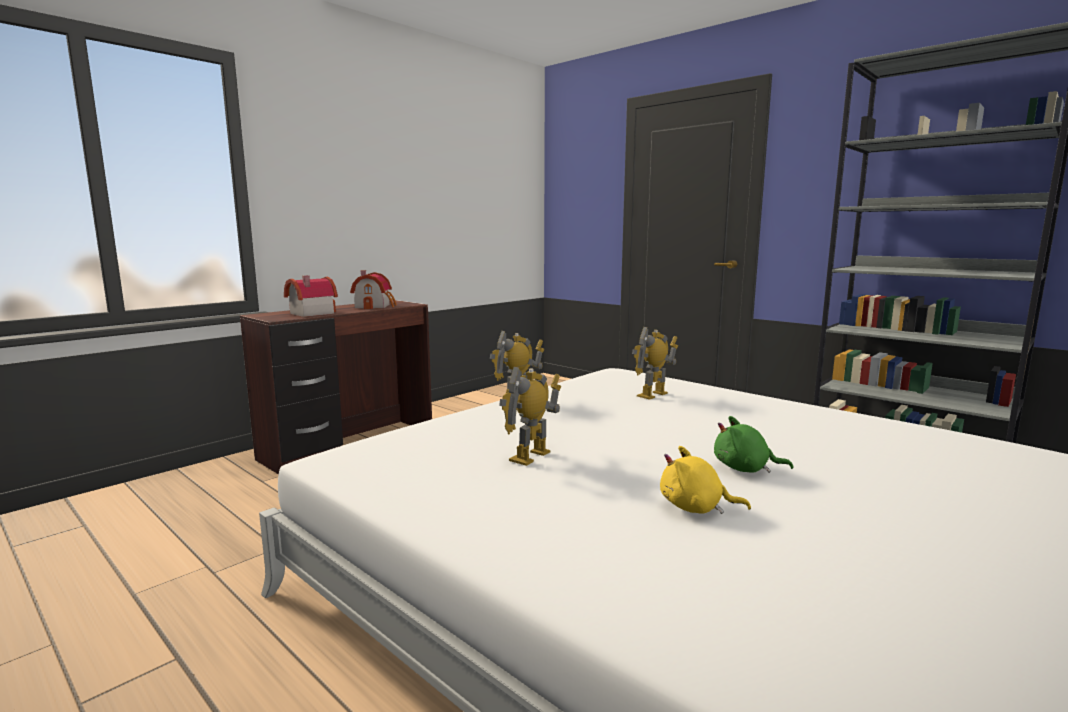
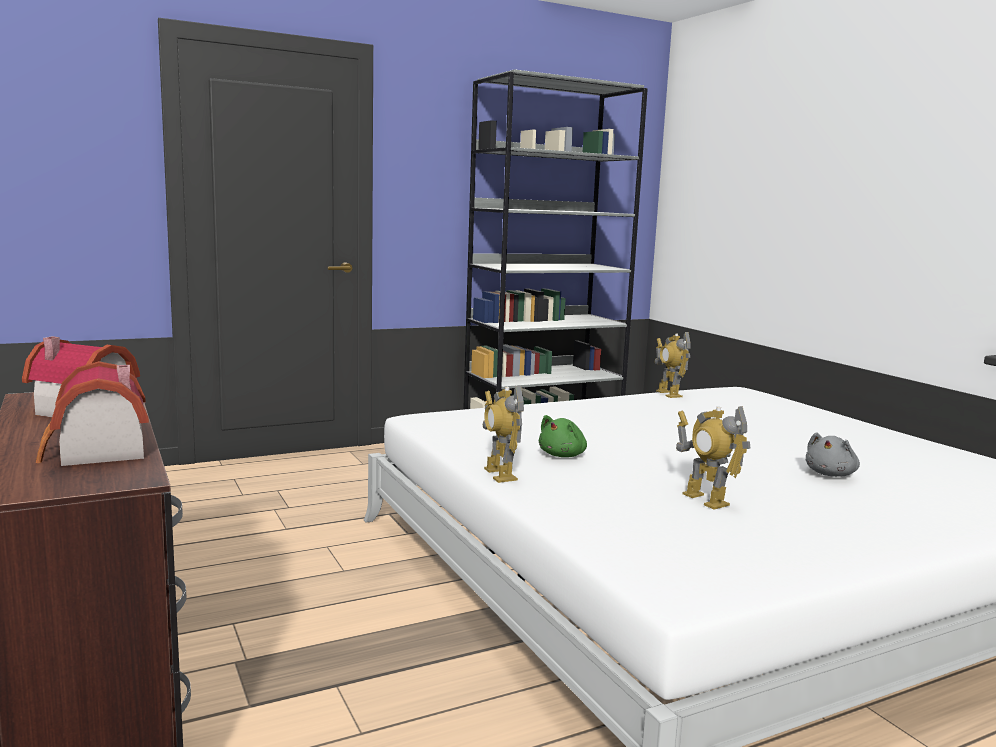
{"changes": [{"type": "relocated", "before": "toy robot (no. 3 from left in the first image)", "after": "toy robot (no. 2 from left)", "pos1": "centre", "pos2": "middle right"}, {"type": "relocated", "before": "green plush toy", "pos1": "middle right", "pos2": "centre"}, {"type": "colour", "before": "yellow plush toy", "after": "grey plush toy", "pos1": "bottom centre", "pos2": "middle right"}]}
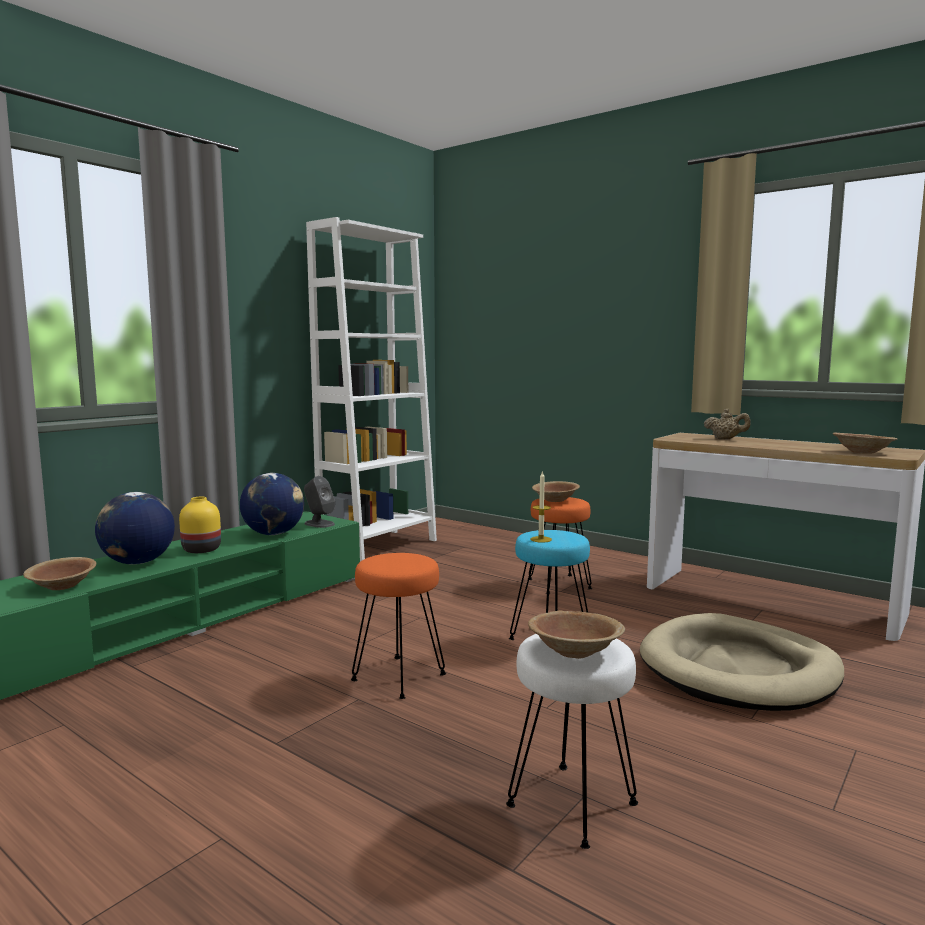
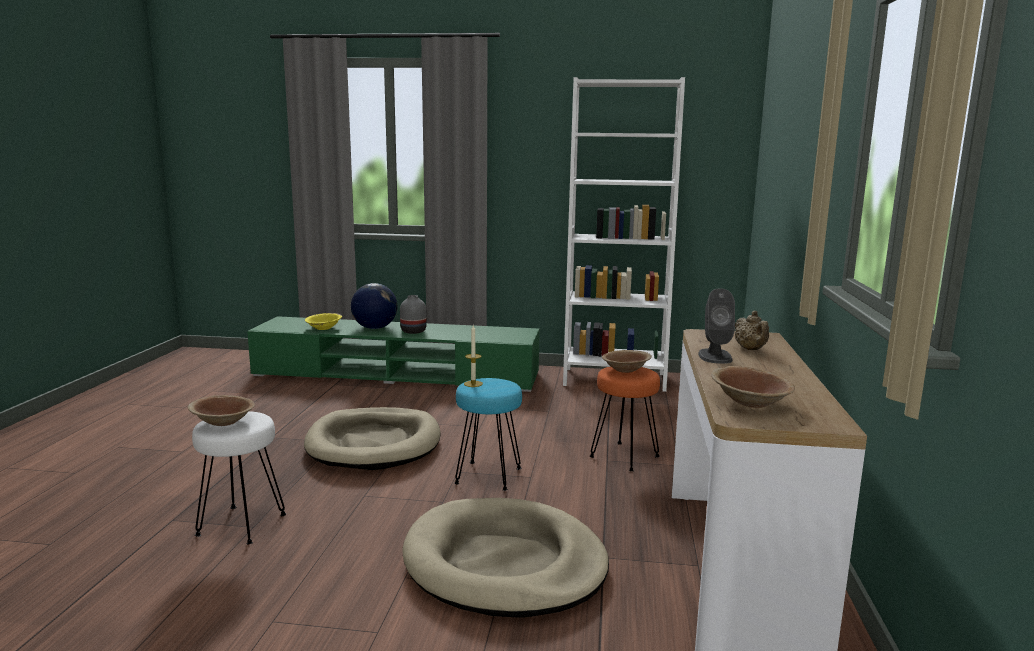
{"changes": [{"type": "missing", "before": "globe (no. 2 from left)", "pos1": "middle left"}, {"type": "relocated", "before": "grey speaker", "pos1": "centre", "pos2": "middle right"}, {"type": "exchanged", "before": "orange stool (no. 1 from left)", "after": "beige dog bed (no. 1 from left)", "pos1": "bottom centre", "pos2": "bottom centre"}, {"type": "colour", "before": "brown bowl (no. 1 from left)", "after": "yellow bowl", "pos1": "middle left", "pos2": "middle left"}, {"type": "colour", "before": "yellow vase", "after": "grey vase", "pos1": "middle left", "pos2": "centre"}]}
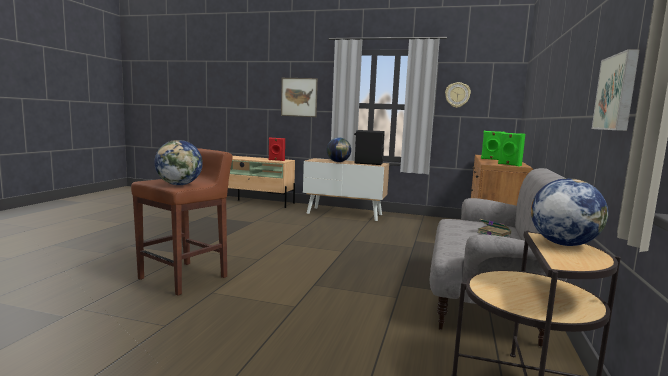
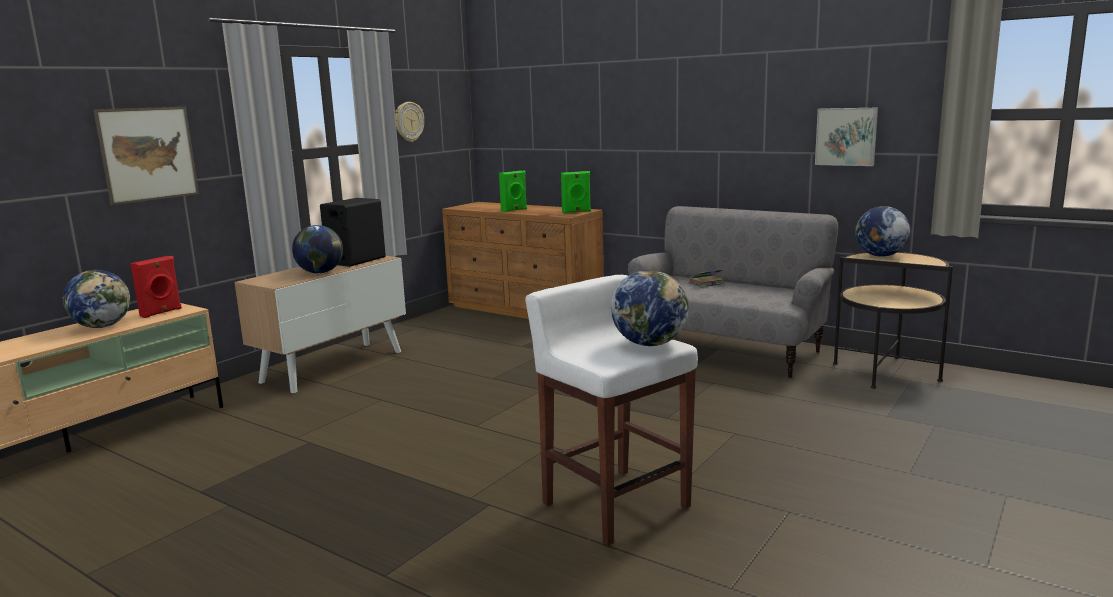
{"changes": [{"type": "appeared", "after": "globe (no. 1 from left)", "pos2": "middle left"}, {"type": "colour", "before": "brown stool", "after": "white stool", "pos1": "middle left", "pos2": "bottom centre"}]}
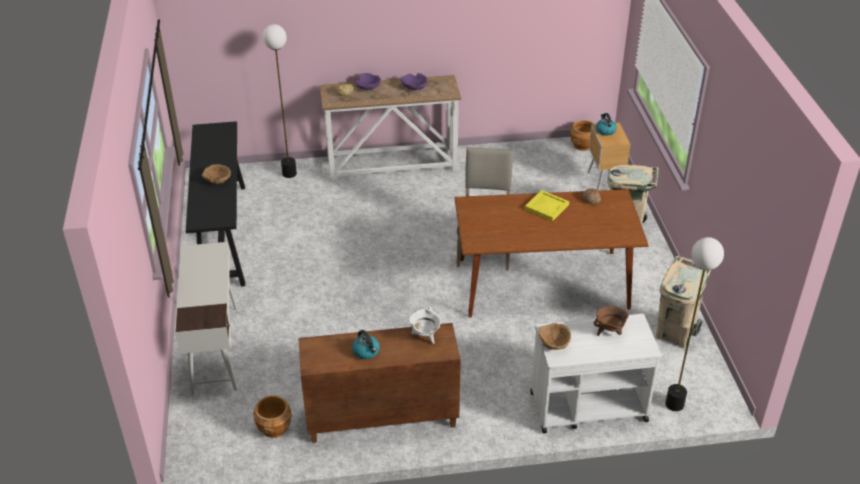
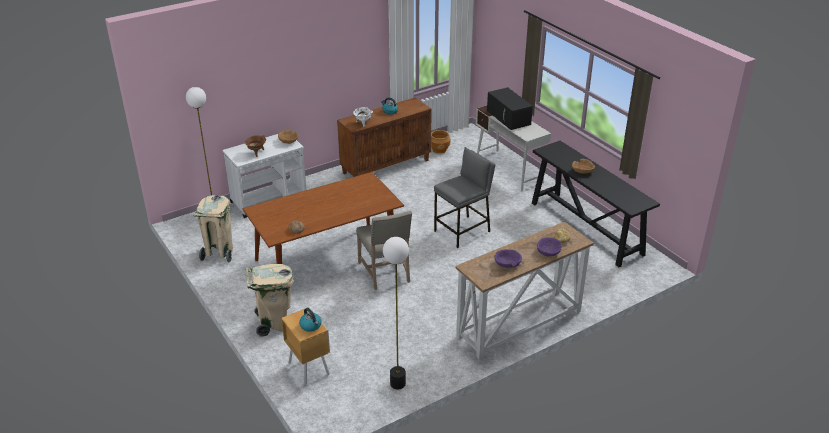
{"changes": [{"type": "missing", "before": "yellow tray", "pos1": "centre"}, {"type": "missing", "before": "brown planter (no. 2 from left)", "pos1": "top right"}, {"type": "appeared", "after": "grey stool", "pos2": "centre"}, {"type": "appeared", "after": "black microwave", "pos2": "top centre"}, {"type": "relocated", "before": "floor lamp (no. 1 from left in the first image)", "after": "floor lamp (no. 2 from left)", "pos1": "top left", "pos2": "bottom centre"}]}
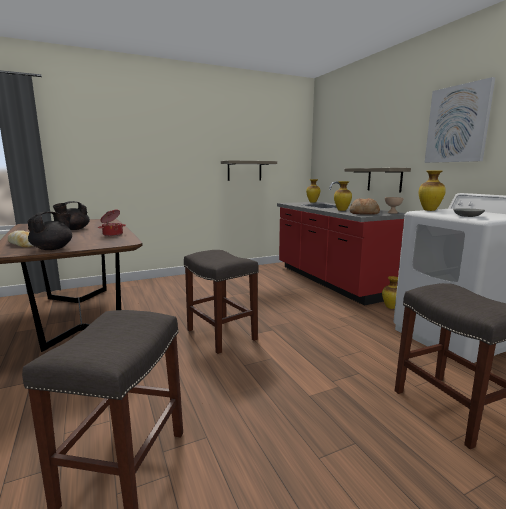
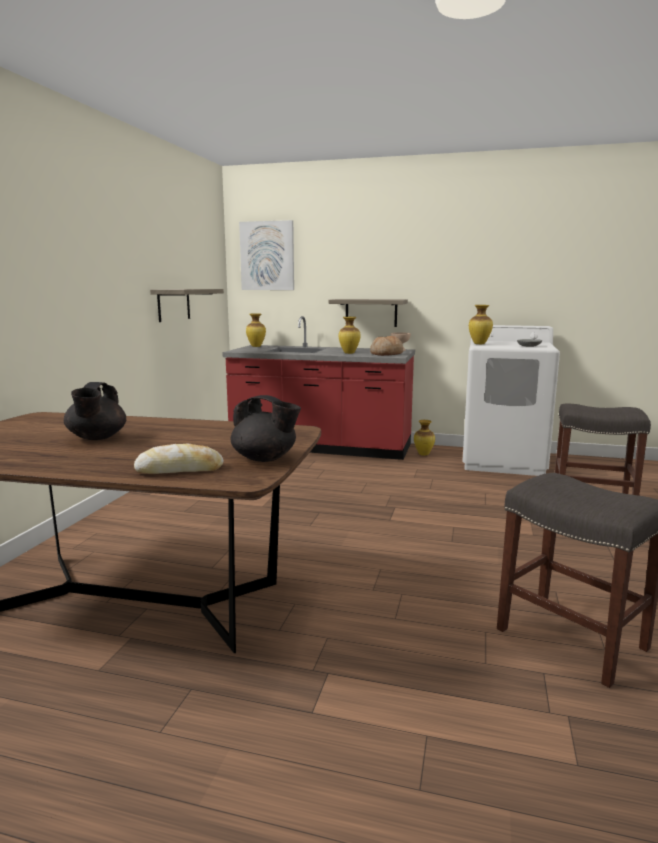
{"changes": [{"type": "missing", "before": "cooking pot", "pos1": "middle left"}, {"type": "missing", "before": "grey stool (no. 2 from left)", "pos1": "centre"}, {"type": "relocated", "before": "picture", "pos1": "top right", "pos2": "top centre"}, {"type": "spun", "before": "black teapot (no. 1 from left in the first image)", "pos1": "middle left", "pos2": "centre", "turn": 135}]}
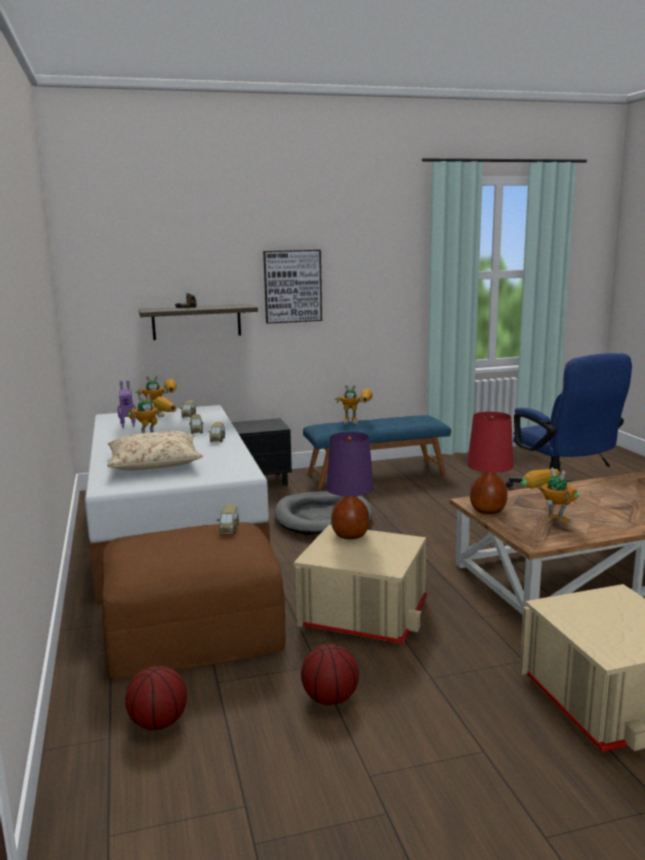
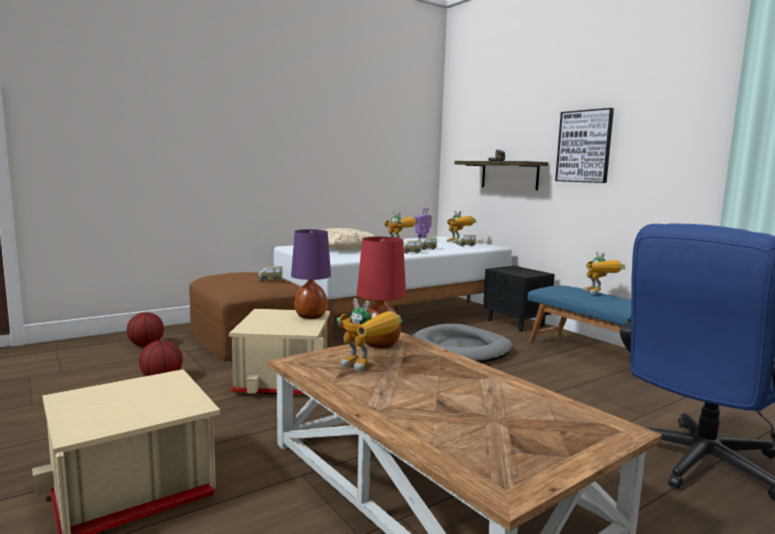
{"changes": [{"type": "spun", "before": "toy robot (no. 5 from left in the first image)", "pos1": "middle right", "pos2": "centre", "turn": 90}]}
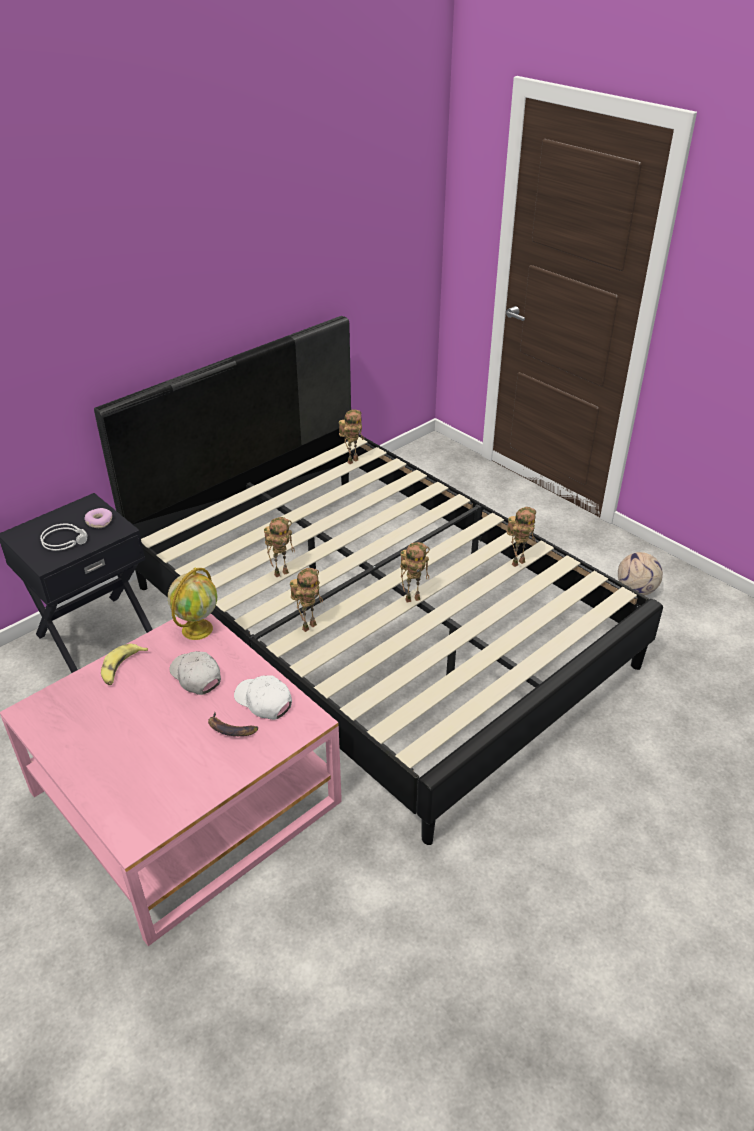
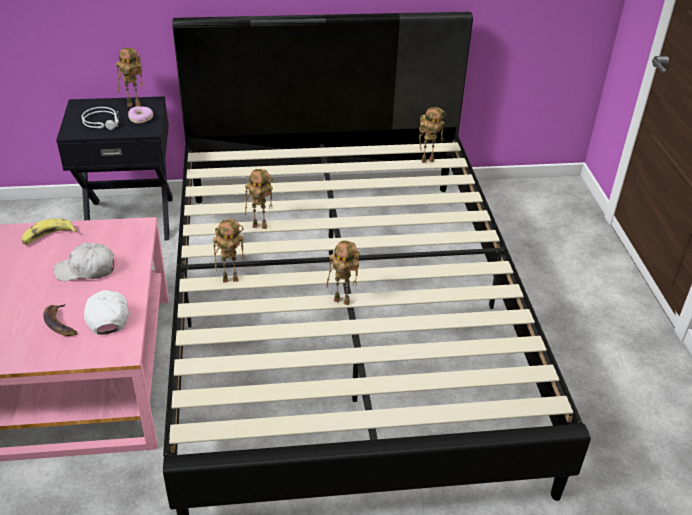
{"changes": [{"type": "missing", "before": "globe", "pos1": "middle left"}, {"type": "missing", "before": "football", "pos1": "middle right"}, {"type": "relocated", "before": "toy robot (no. 5 from left in the first image)", "after": "toy robot (no. 1 from left)", "pos1": "middle right", "pos2": "top left"}, {"type": "spun", "before": "white cap (no. 1 from left)", "pos1": "middle left", "pos2": "middle left", "turn": -90}]}
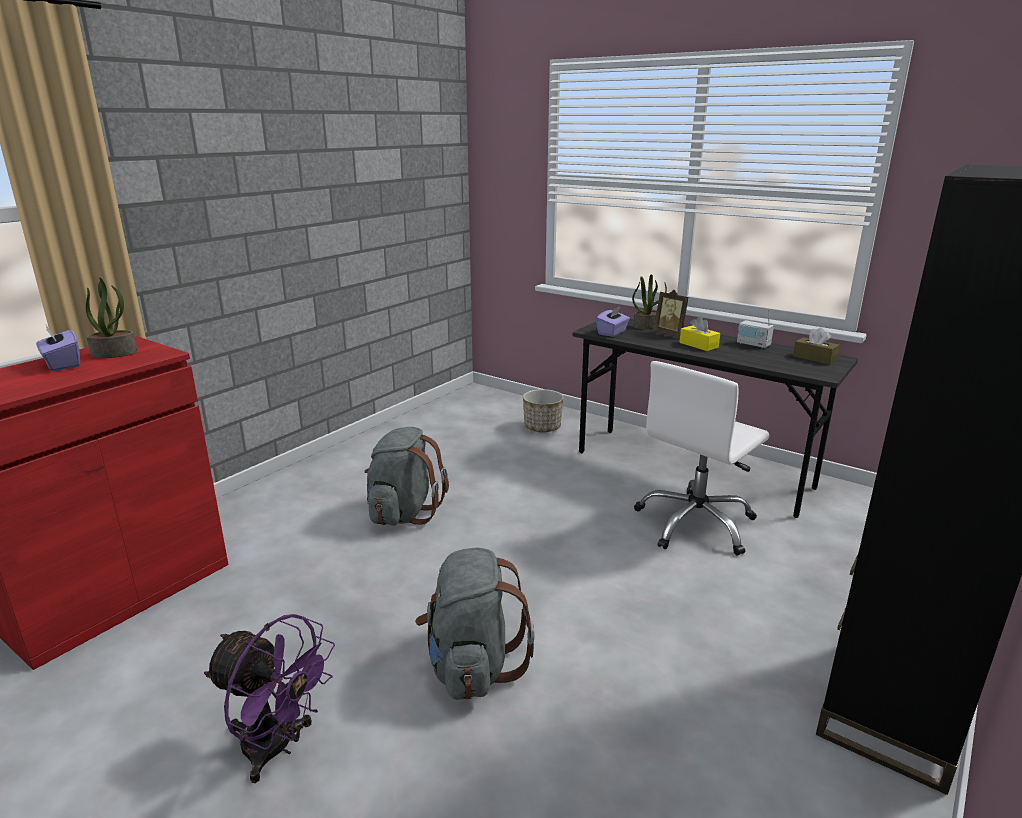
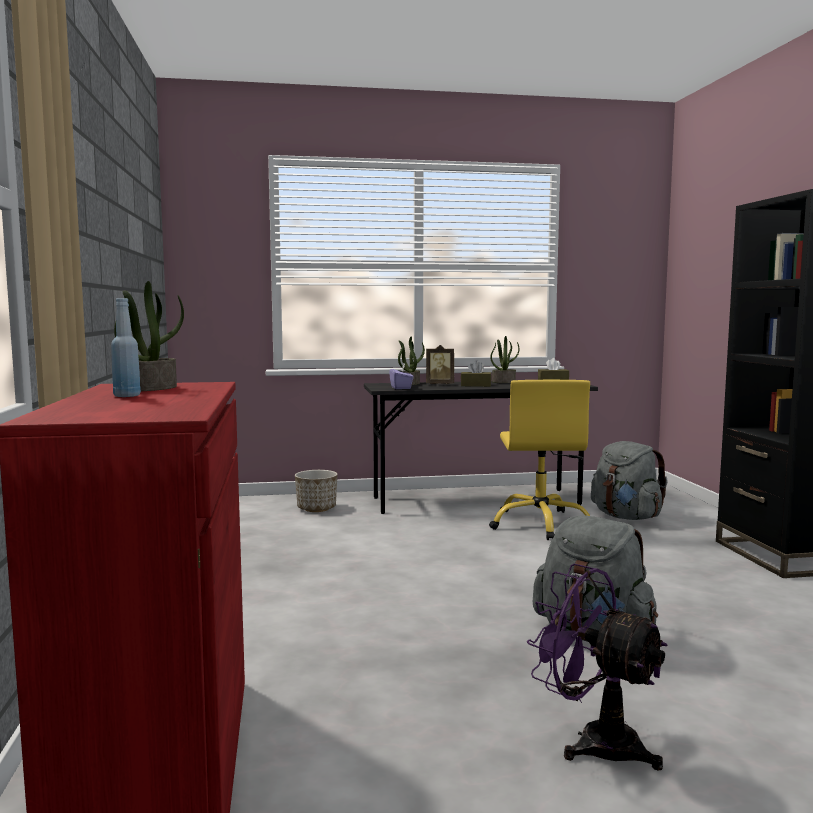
{"changes": [{"type": "relocated", "before": "grey backpack (no. 1 from left in the first image)", "after": "grey backpack (no. 2 from left)", "pos1": "centre", "pos2": "middle right"}, {"type": "exchanged", "before": "purple tissue box (no. 1 from left)", "after": "blue bottle", "pos1": "middle left", "pos2": "middle left"}, {"type": "exchanged", "before": "radio", "after": "potted plant (no. 3 from left)", "pos1": "middle right", "pos2": "centre"}, {"type": "colour", "before": "white office chair", "after": "yellow office chair", "pos1": "middle right", "pos2": "centre"}, {"type": "colour", "before": "yellow tissue box", "after": "brown tissue box (no. 1 from left)", "pos1": "middle right", "pos2": "centre"}, {"type": "spun", "before": "purple fan", "pos1": "bottom left", "pos2": "bottom right", "turn": -120}]}
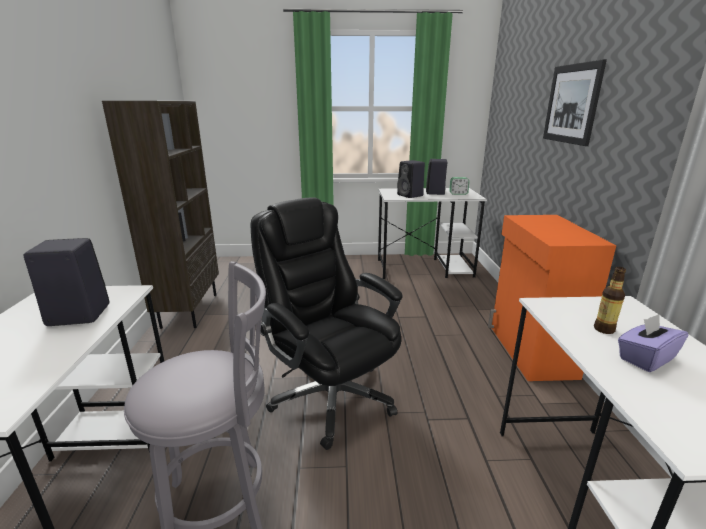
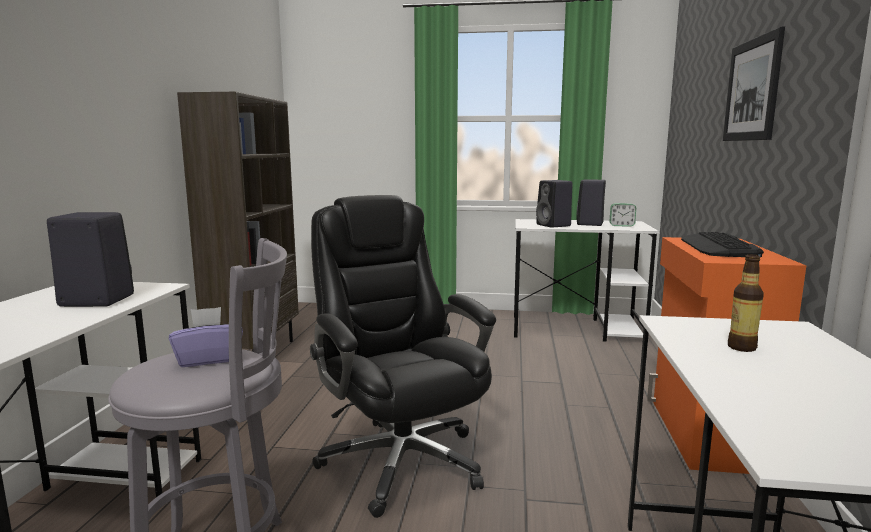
{"changes": [{"type": "appeared", "after": "keyboard", "pos2": "middle right"}, {"type": "relocated", "before": "purple tissue box", "pos1": "middle right", "pos2": "middle left"}]}
